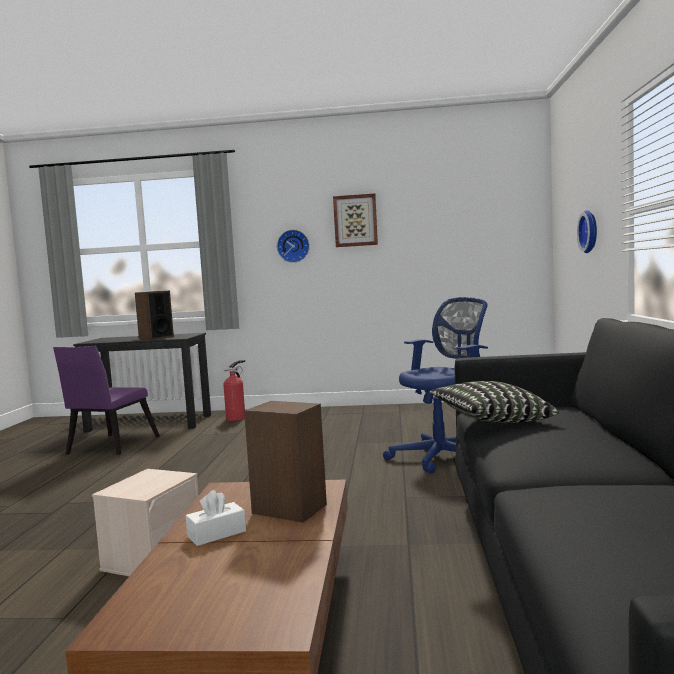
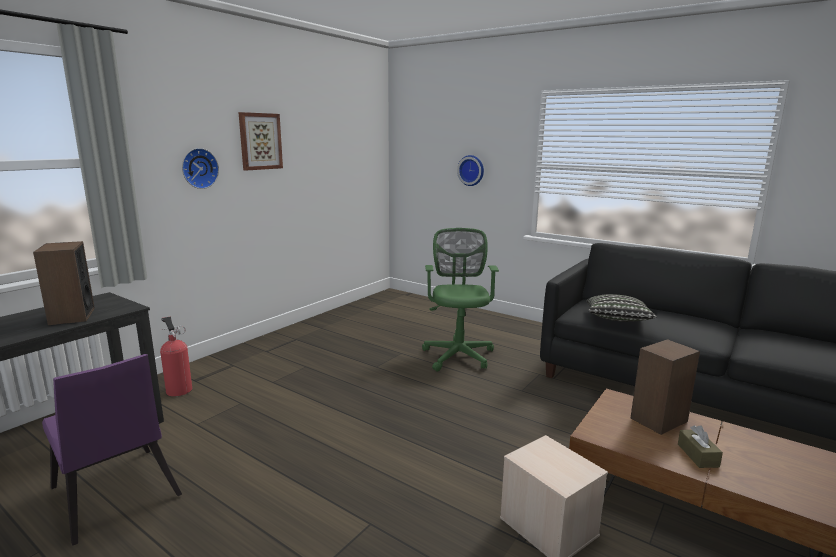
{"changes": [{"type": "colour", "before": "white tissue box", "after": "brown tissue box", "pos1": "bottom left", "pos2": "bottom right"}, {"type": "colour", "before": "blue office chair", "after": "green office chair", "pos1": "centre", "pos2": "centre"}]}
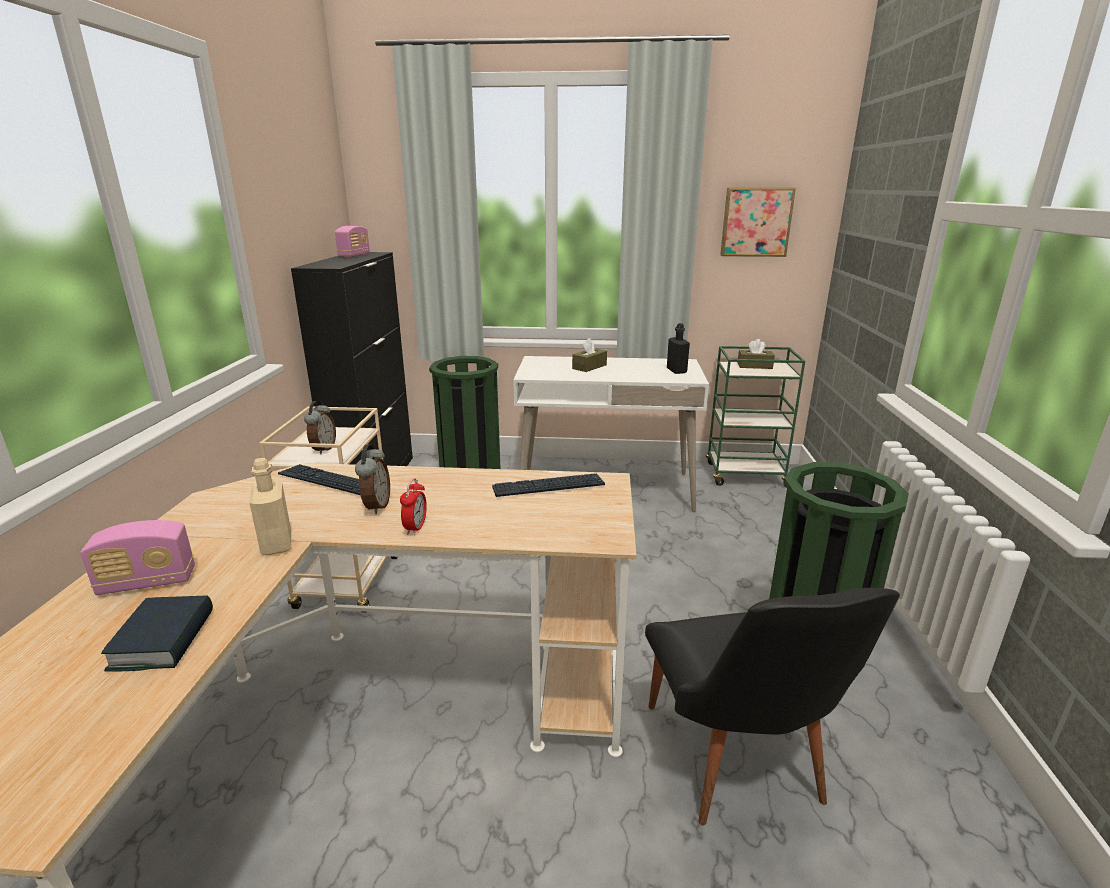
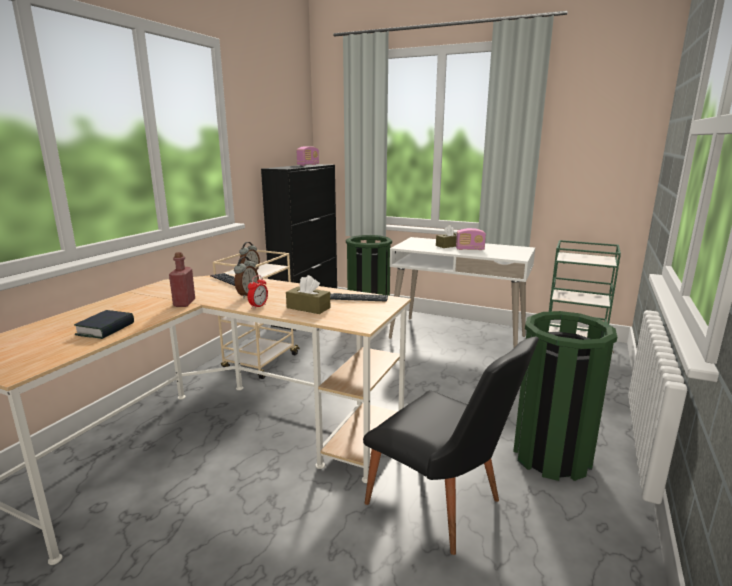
{"changes": [{"type": "missing", "before": "black bottle", "pos1": "centre"}, {"type": "missing", "before": "picture", "pos1": "top right"}, {"type": "relocated", "before": "radio (no. 1 from left in the first image)", "after": "radio (no. 2 from left)", "pos1": "middle left", "pos2": "centre"}, {"type": "relocated", "before": "brown tissue box (no. 2 from left in the first image)", "after": "brown tissue box (no. 1 from left)", "pos1": "middle right", "pos2": "centre"}, {"type": "colour", "before": "beige bottle", "after": "red bottle", "pos1": "middle left", "pos2": "middle left"}, {"type": "spun", "before": "black chair", "pos1": "bottom right", "pos2": "bottom centre", "turn": -60}]}
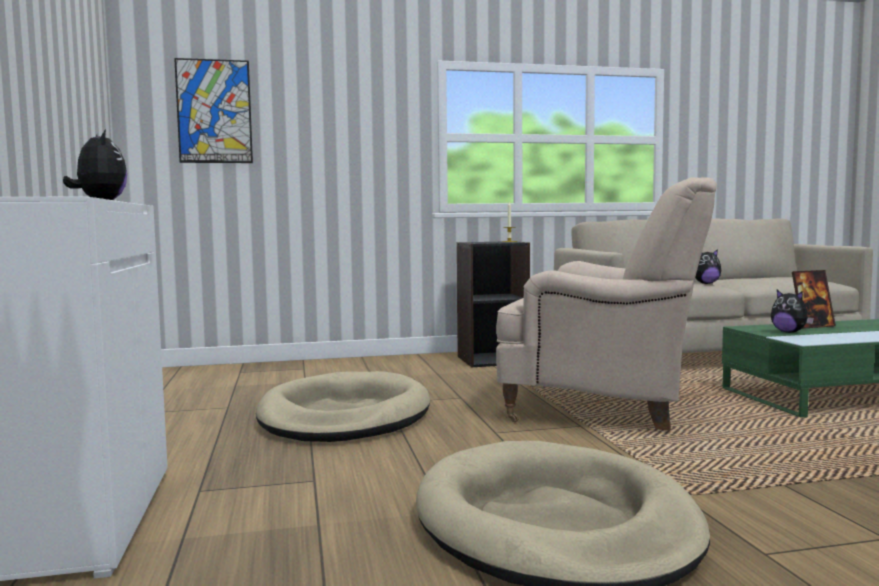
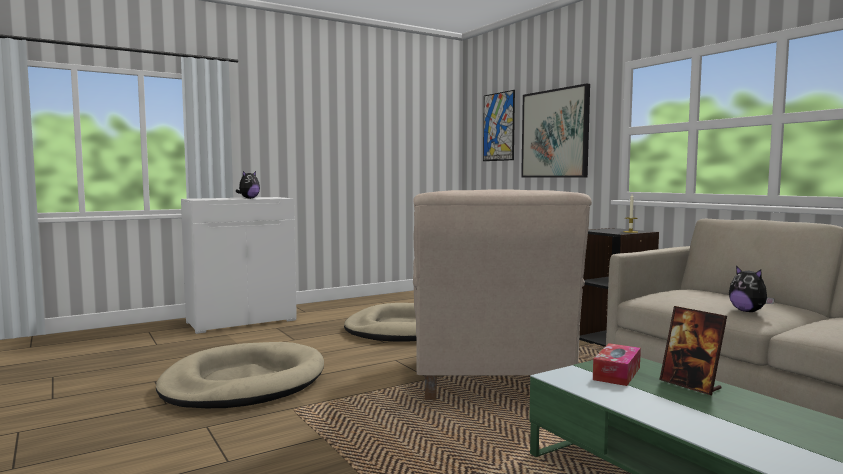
{"changes": [{"type": "appeared", "after": "picture (no. 2 from left)", "pos2": "top centre"}, {"type": "exchanged", "before": "plush toy (no. 3 from left)", "after": "tissue box", "pos1": "middle right", "pos2": "bottom right"}]}
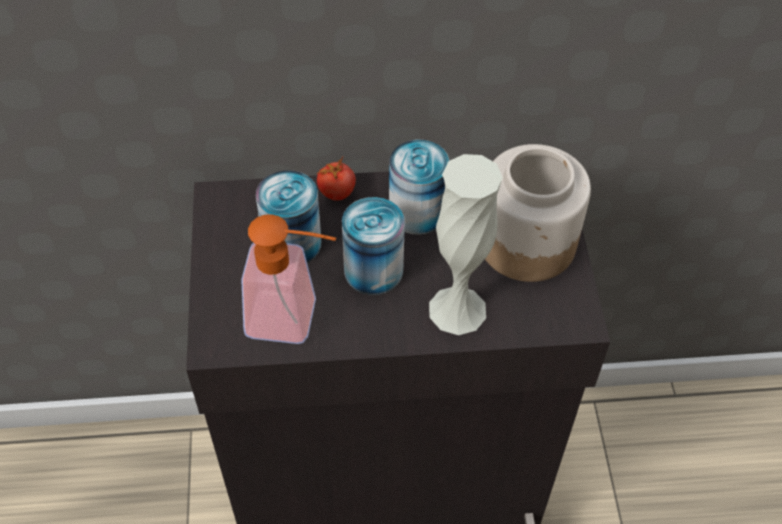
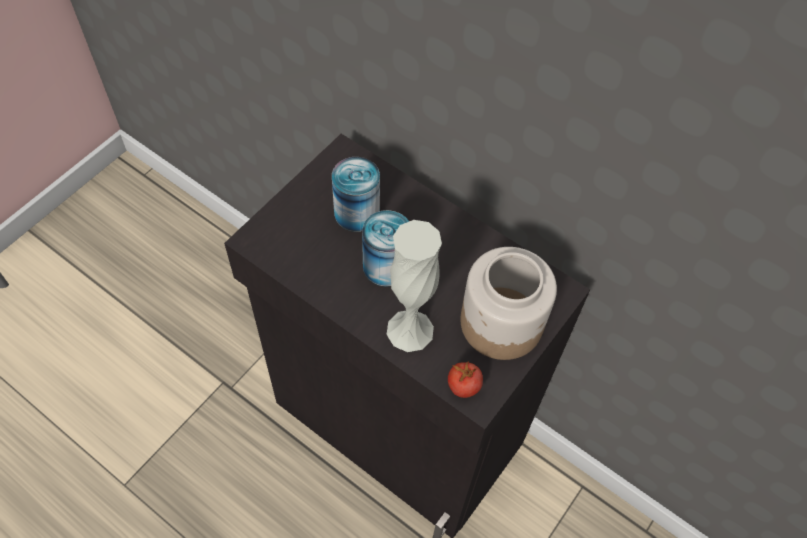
{"changes": [{"type": "missing", "before": "soap dispenser", "pos1": "centre"}, {"type": "missing", "before": "can (no. 3 from left)", "pos1": "centre"}, {"type": "relocated", "before": "tomato", "pos1": "centre", "pos2": "bottom centre"}]}
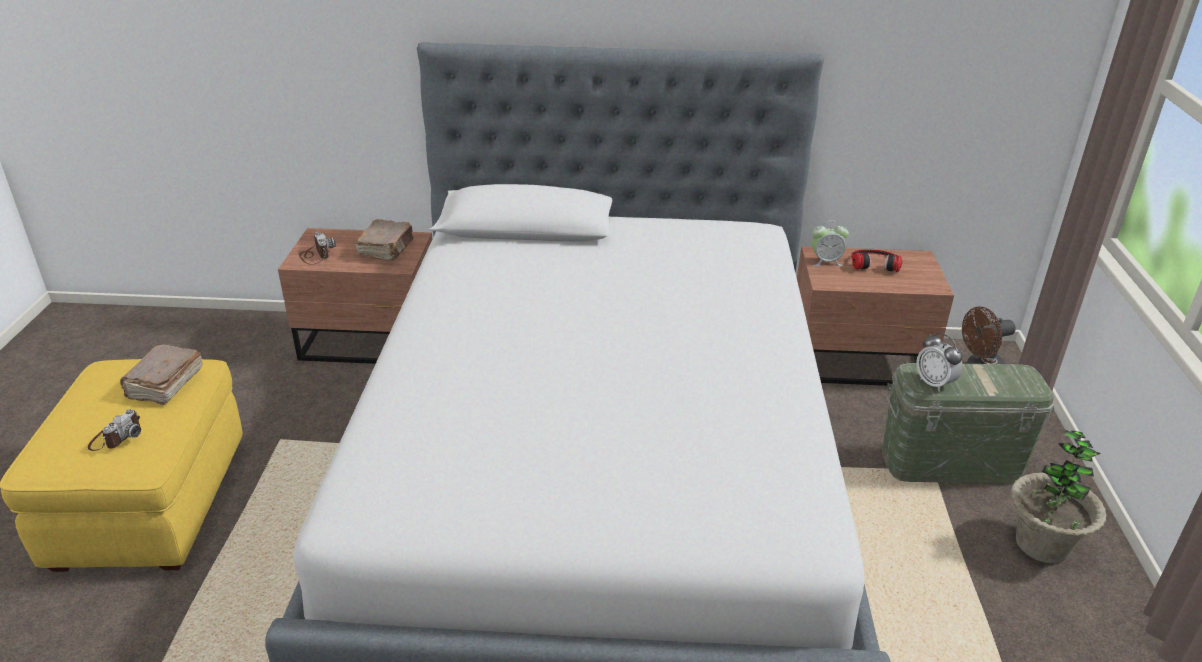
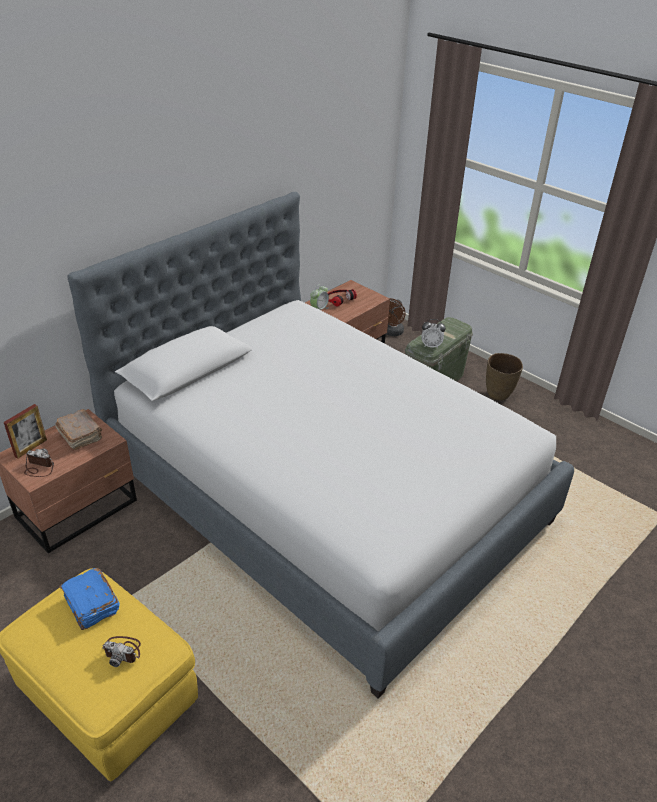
{"changes": [{"type": "appeared", "after": "picture frame", "pos2": "middle left"}, {"type": "exchanged", "before": "potted plant", "after": "brown vase", "pos1": "bottom right", "pos2": "middle right"}, {"type": "colour", "before": "brown book (no. 1 from left)", "after": "blue book", "pos1": "middle left", "pos2": "bottom left"}, {"type": "spun", "before": "photo camera (no. 1 from left in the first image)", "pos1": "middle left", "pos2": "bottom left", "turn": 135}]}
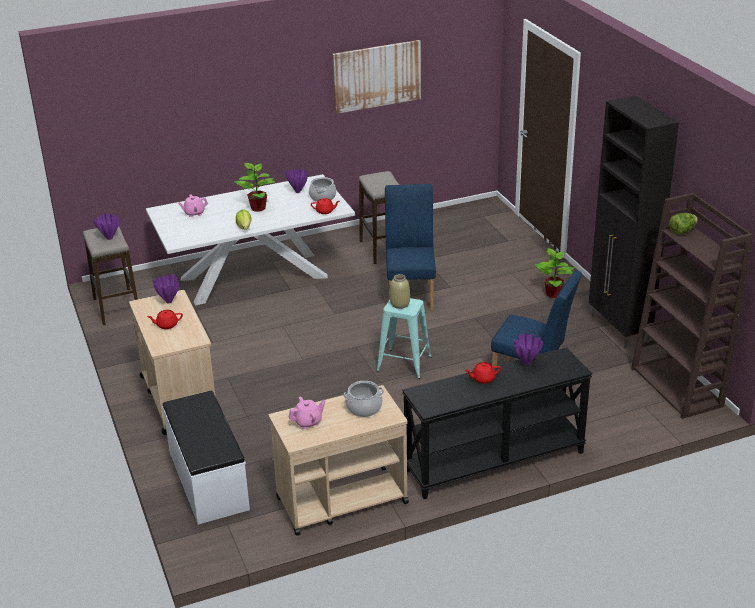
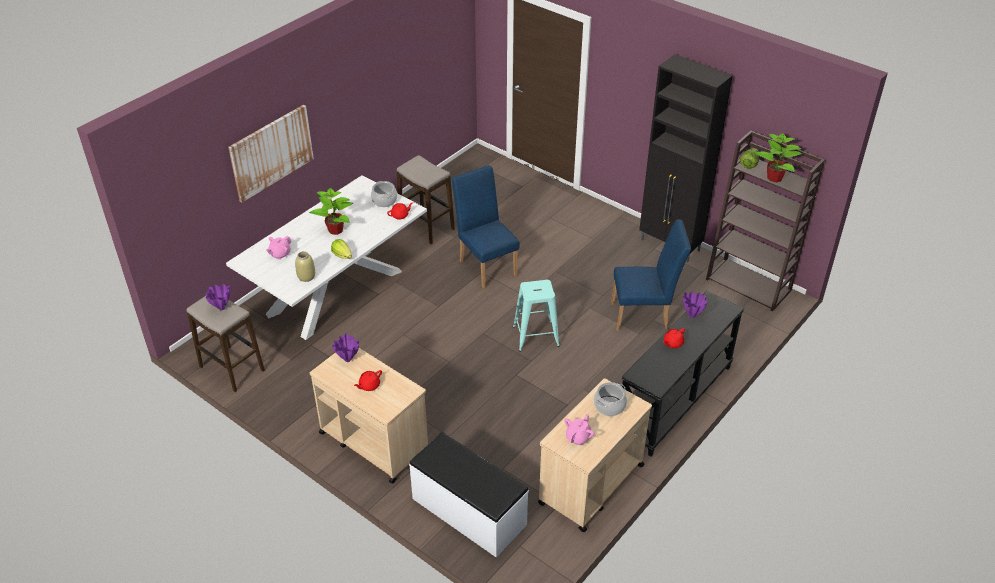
{"changes": [{"type": "missing", "before": "purple vase (no. 3 from left)", "pos1": "top centre"}, {"type": "relocated", "before": "picture", "pos1": "top centre", "pos2": "top left"}, {"type": "relocated", "before": "beige vase", "pos1": "centre", "pos2": "middle left"}, {"type": "relocated", "before": "potted plant (no. 2 from left)", "pos1": "middle right", "pos2": "top right"}]}
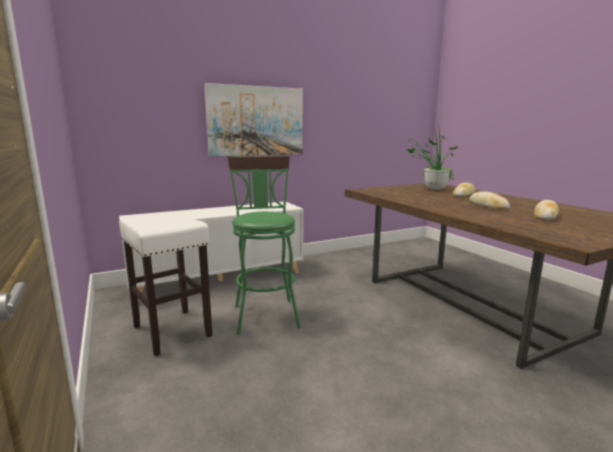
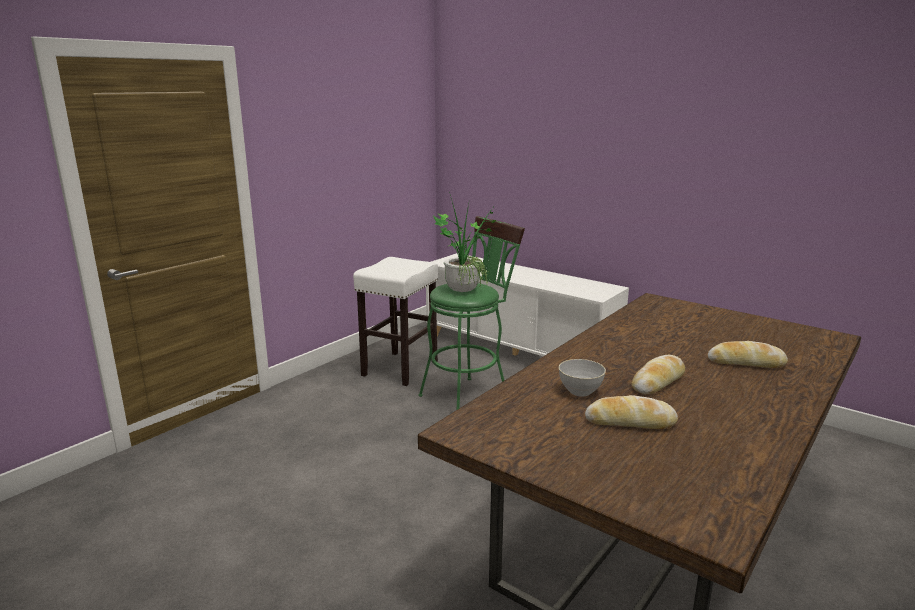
{"changes": [{"type": "missing", "before": "picture", "pos1": "top centre"}, {"type": "appeared", "after": "grey bowl", "pos2": "centre"}, {"type": "relocated", "before": "potted plant", "pos1": "middle right", "pos2": "centre"}]}
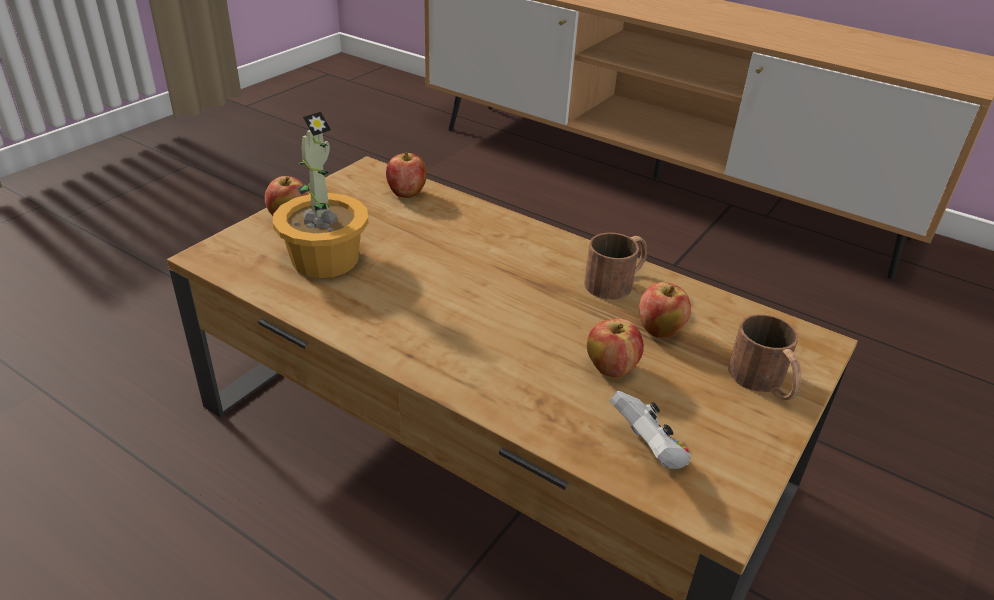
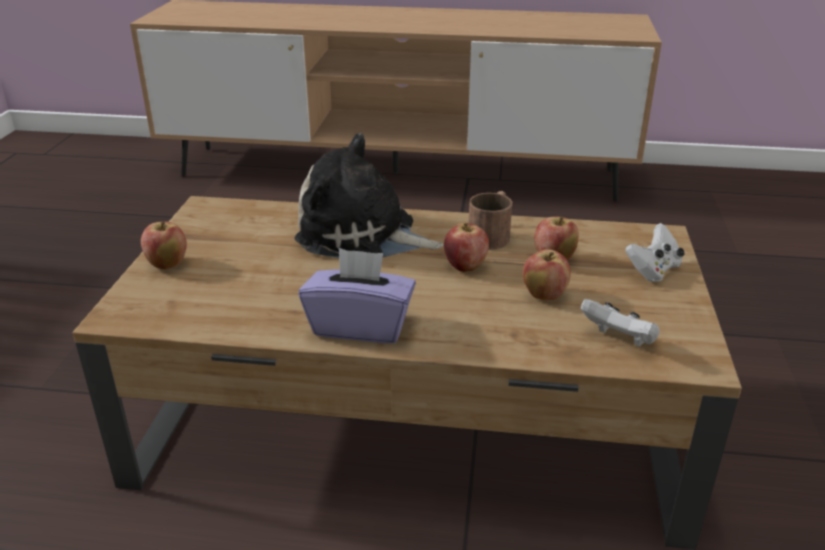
{"changes": [{"type": "missing", "before": "potted plant", "pos1": "top left"}, {"type": "appeared", "after": "plush toy", "pos2": "centre"}, {"type": "appeared", "after": "purple tissue box", "pos2": "centre"}, {"type": "relocated", "before": "apple (no. 2 from left)", "pos1": "top centre", "pos2": "centre"}, {"type": "exchanged", "before": "brown mug (no. 2 from left)", "after": "white game controller (no. 2 from left)", "pos1": "middle right", "pos2": "middle right"}]}
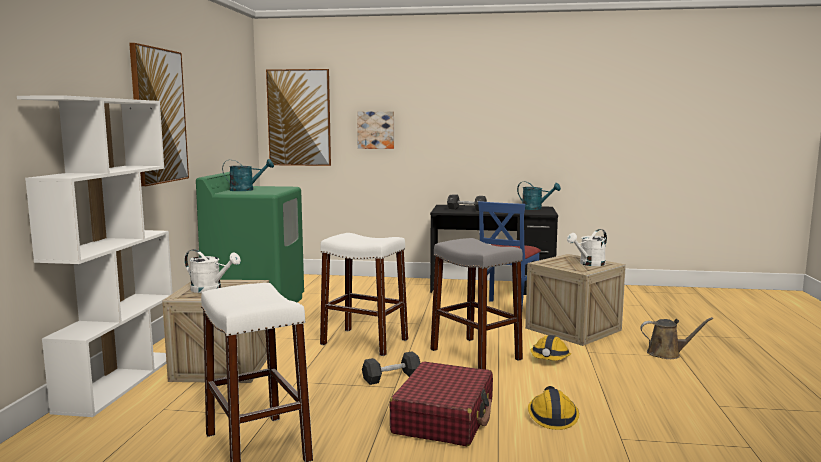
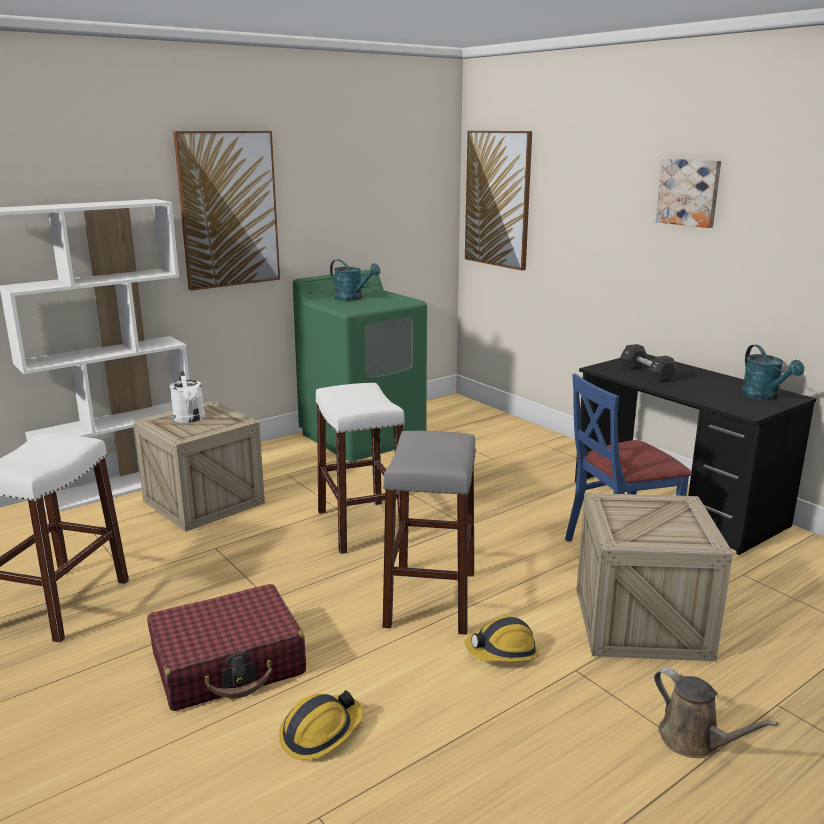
{"changes": [{"type": "missing", "before": "black dumbbell (no. 1 from left)", "pos1": "bottom centre"}, {"type": "missing", "before": "white watering can (no. 2 from left)", "pos1": "middle right"}, {"type": "relocated", "before": "picture (no. 3 from left)", "pos1": "top centre", "pos2": "top right"}]}
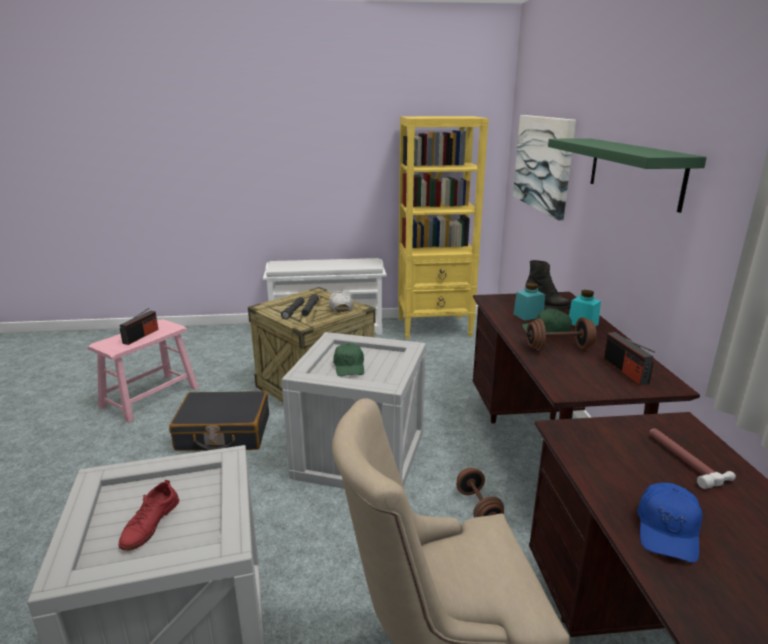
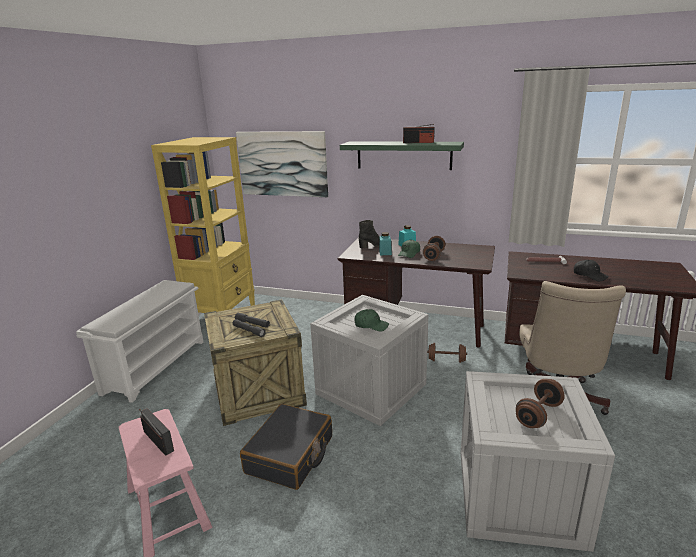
{"changes": [{"type": "missing", "before": "white cap", "pos1": "centre"}, {"type": "relocated", "before": "radio (no. 2 from left)", "pos1": "middle right", "pos2": "top centre"}, {"type": "exchanged", "before": "red shoe", "after": "brown dumbbell (no. 3 from left)", "pos1": "bottom left", "pos2": "bottom right"}, {"type": "colour", "before": "blue cap", "after": "black cap", "pos1": "bottom right", "pos2": "middle right"}]}
